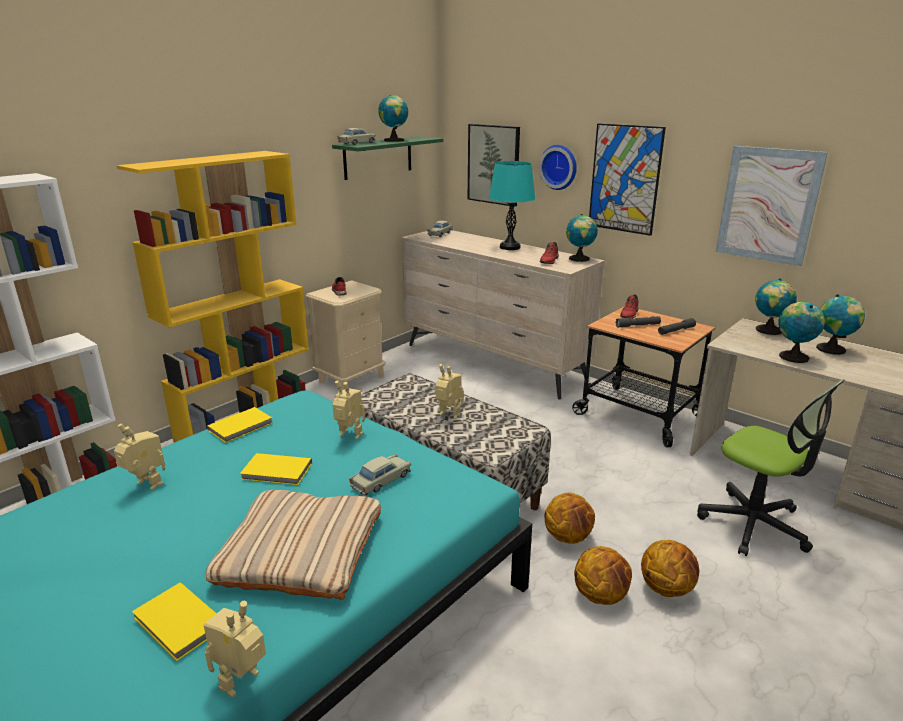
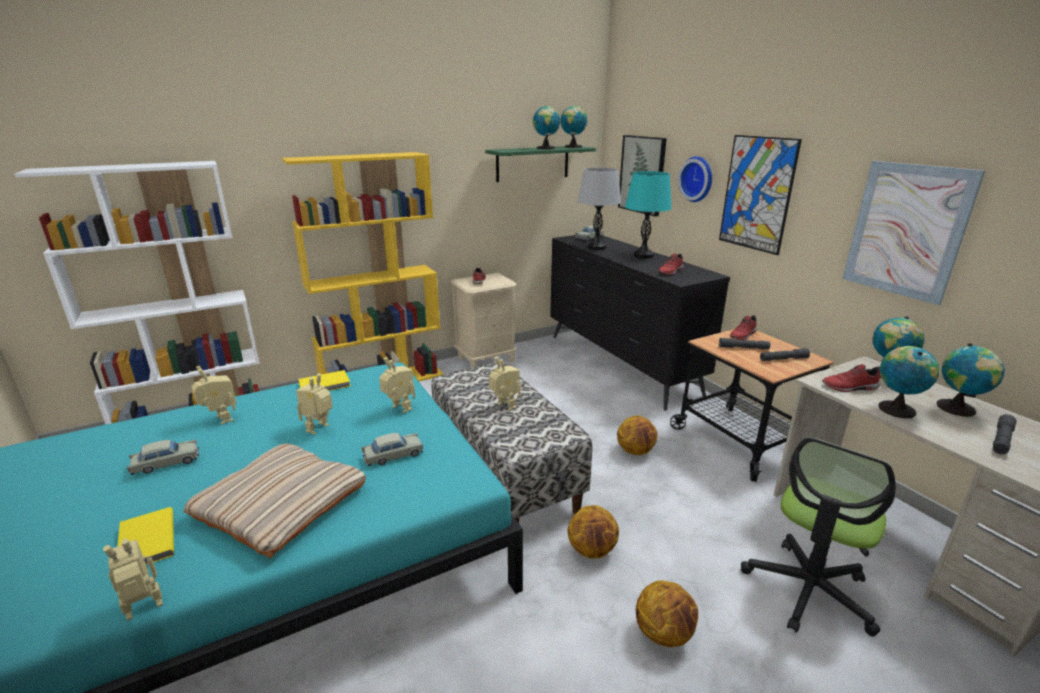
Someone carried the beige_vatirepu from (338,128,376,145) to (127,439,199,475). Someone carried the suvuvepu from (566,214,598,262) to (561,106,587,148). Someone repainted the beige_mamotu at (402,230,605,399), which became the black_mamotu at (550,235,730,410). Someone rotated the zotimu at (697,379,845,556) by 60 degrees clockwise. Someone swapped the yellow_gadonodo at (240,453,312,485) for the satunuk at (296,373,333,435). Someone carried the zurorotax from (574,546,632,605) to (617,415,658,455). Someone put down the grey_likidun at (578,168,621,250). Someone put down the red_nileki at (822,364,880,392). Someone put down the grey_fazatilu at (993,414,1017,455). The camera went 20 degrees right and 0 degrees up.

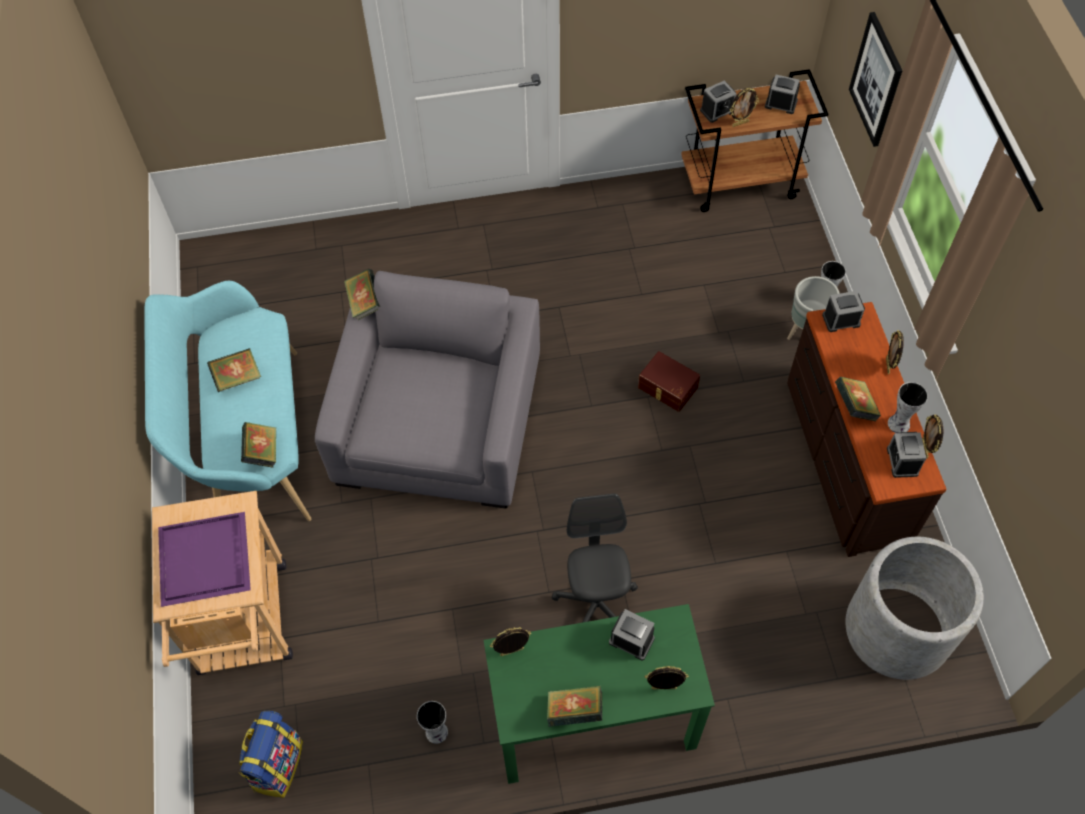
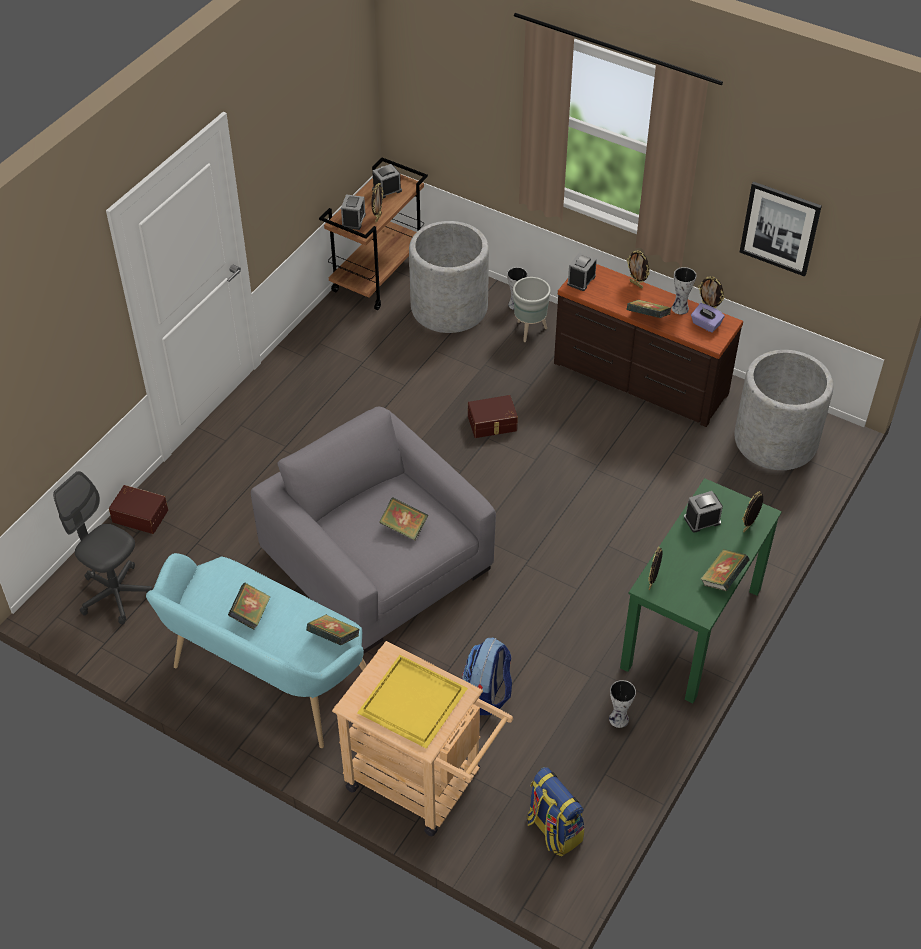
Someone carried the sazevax from (849,12,902,147) to (740,182,822,277). Someone carried the gadonodo from (344,269,380,320) to (379,497,428,541). Someone swapped the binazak at (887,432,926,478) for the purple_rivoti at (691,303,725,333). Someone carried the grey_zotimu from (552,493,638,623) to (53,471,153,624). Someone repainted the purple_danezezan at (158,512,251,607), which became the yellow_danezezan at (357,655,468,749). Someone put down the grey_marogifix at (409,221,489,333). Someone put down the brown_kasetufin at (109,485,168,534). Someone put down the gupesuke at (462,637,512,715). The camera went 50 degrees left and 10 degrees down.

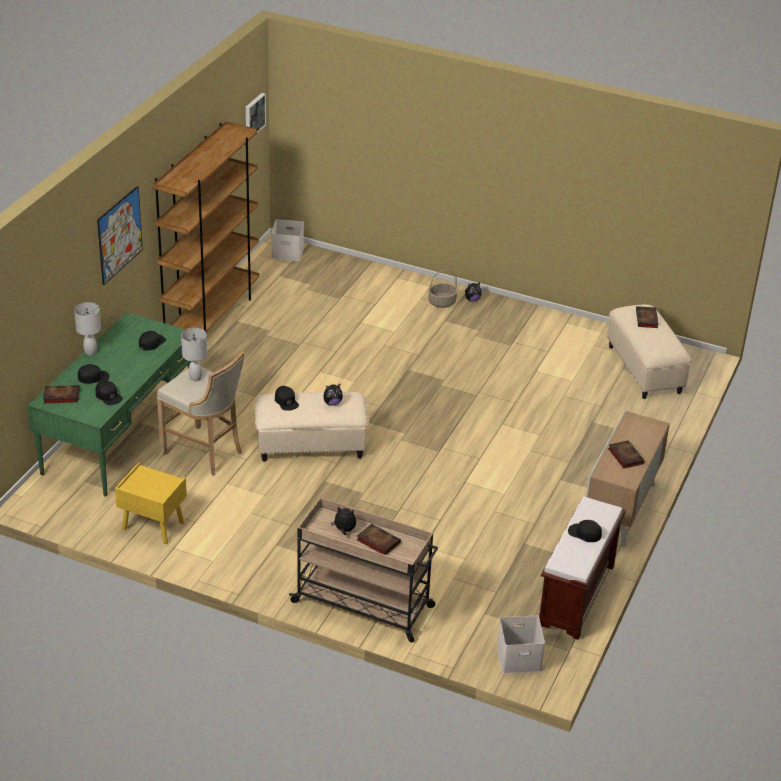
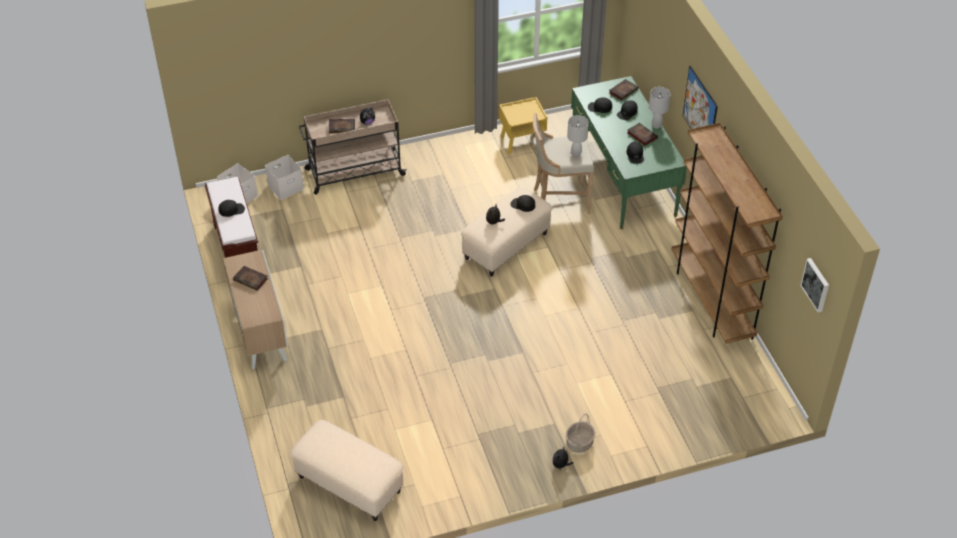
Someone carried the white_kasetufin from (271,219,304,261) to (265,155,304,200). Someone carried the gadonodo from (636,306,659,328) to (627,123,658,146). The camera went 140 degrees right and 10 degrees up.

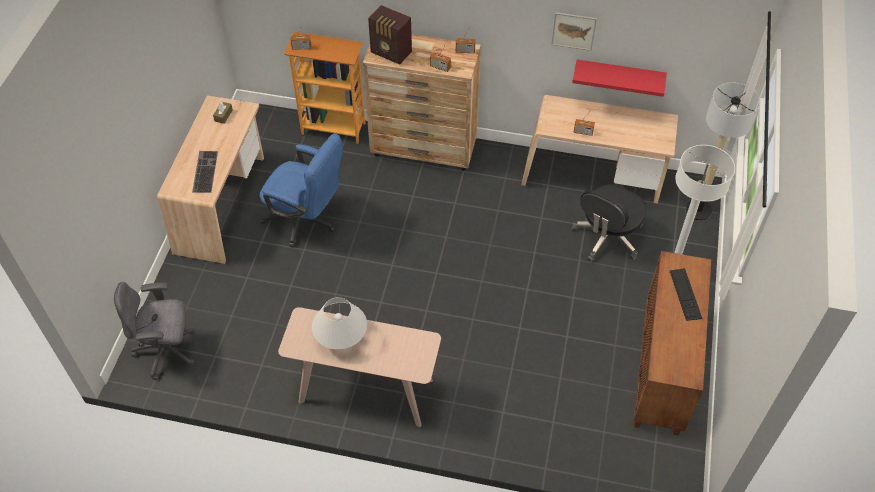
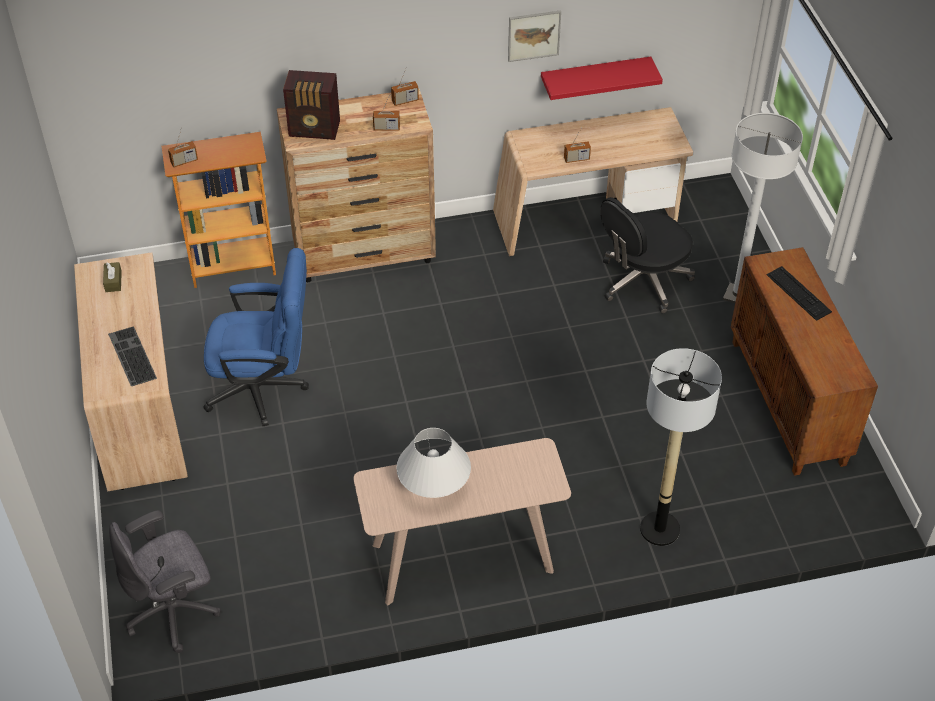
Someone carried the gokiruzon from (685,82,759,221) to (640,348,722,546). Someone rotated the black_zotimu at (572,184,647,262) by 45 degrees clockwise. The camera went 25 degrees left and 5 degrees down.

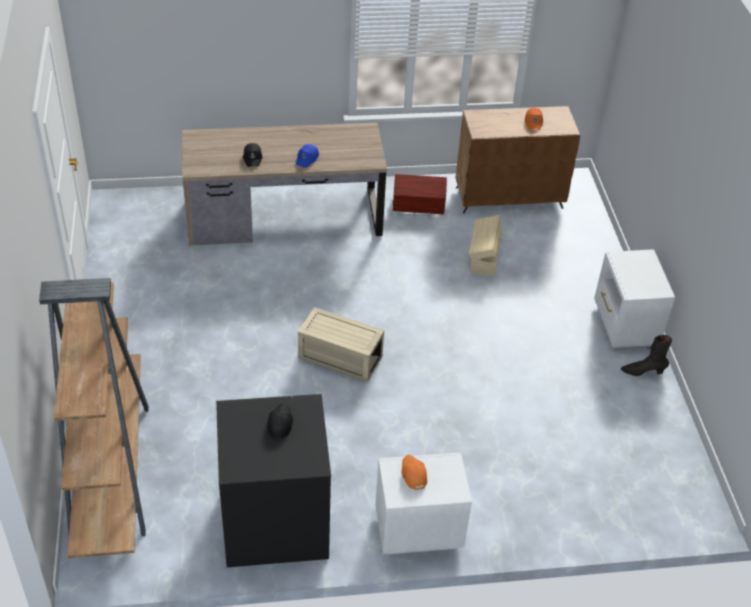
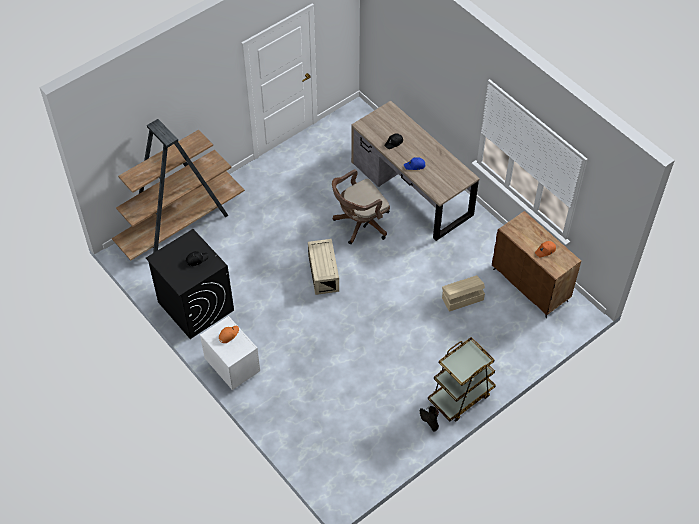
Someone took away the brown_kasetufin at (393,174,447,214). Someone swapped the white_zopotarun at (594,249,675,348) for the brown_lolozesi at (428,337,496,422). Someone put down the brown_zotimu at (332,169,390,244). The camera went 60 degrees right and 10 degrees up.

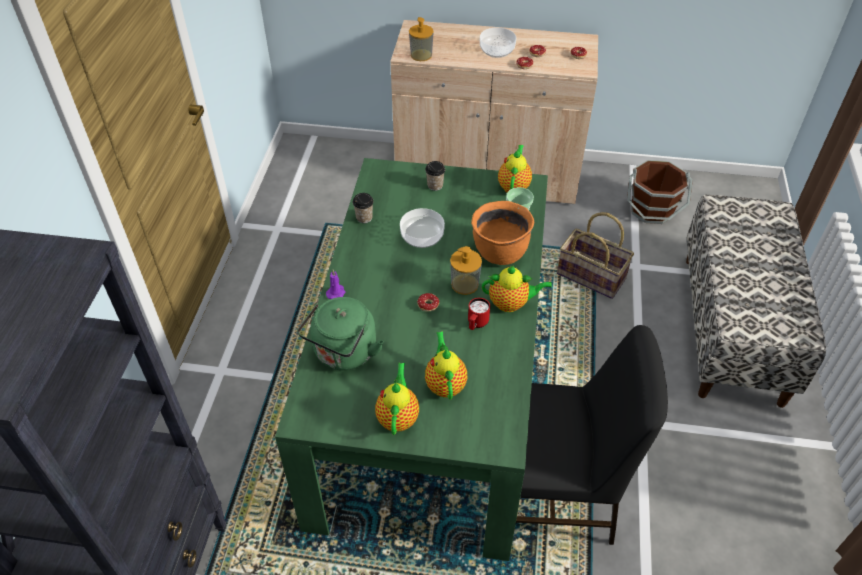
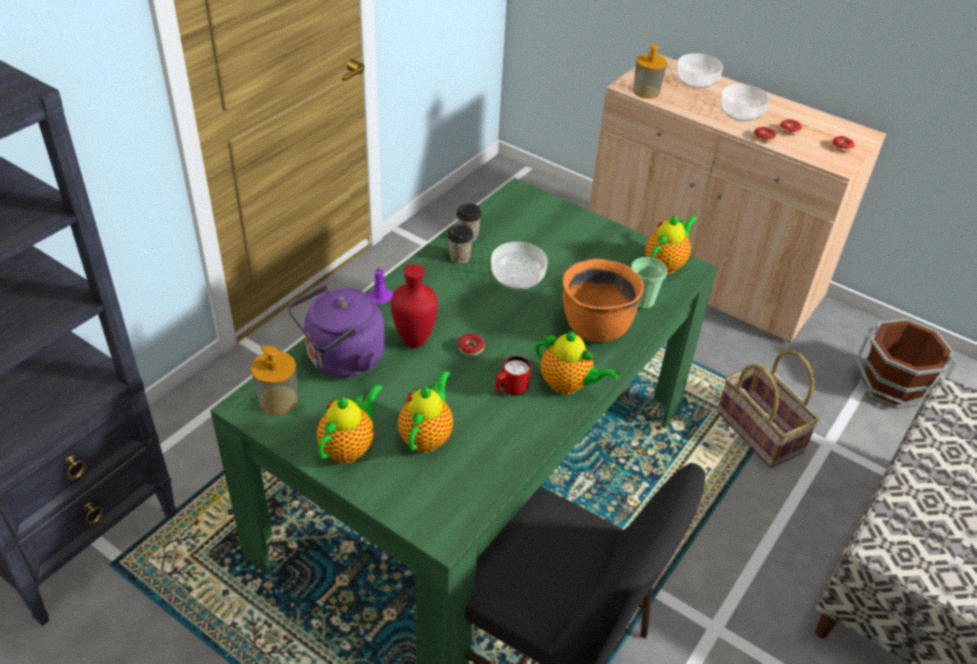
Someone carried the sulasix from (425,161,445,191) to (447,224,474,264). Someone carried the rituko from (450,246,482,295) to (251,346,298,414). Someone repainted the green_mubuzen at (297,297,384,370), which became the purple_mubuzen at (288,285,385,378). Someone put down the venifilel at (677,53,723,89). Someone put down the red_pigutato at (391,264,438,348). The camera went 25 degrees right and 5 degrees down.

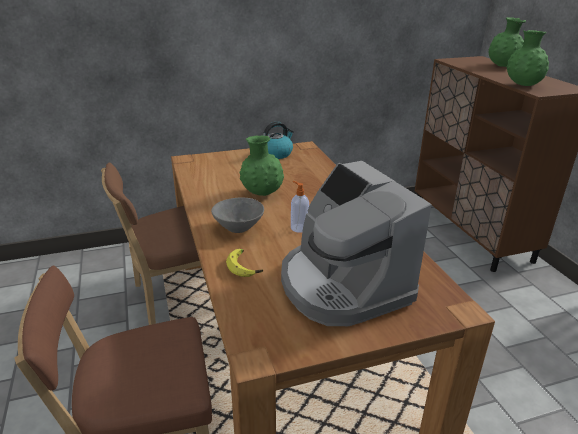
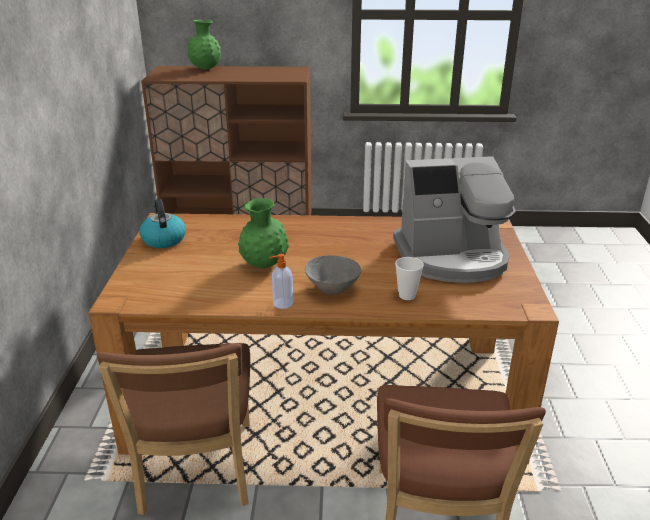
Someone took away the green_pigutato at (507,30,549,86). Someone carried the rituko from (291,181,309,233) to (269,254,293,309). Someone swapped the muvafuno at (226,249,263,277) for the sulasix at (395,257,424,300). The camera went 70 degrees left and 0 degrees up.

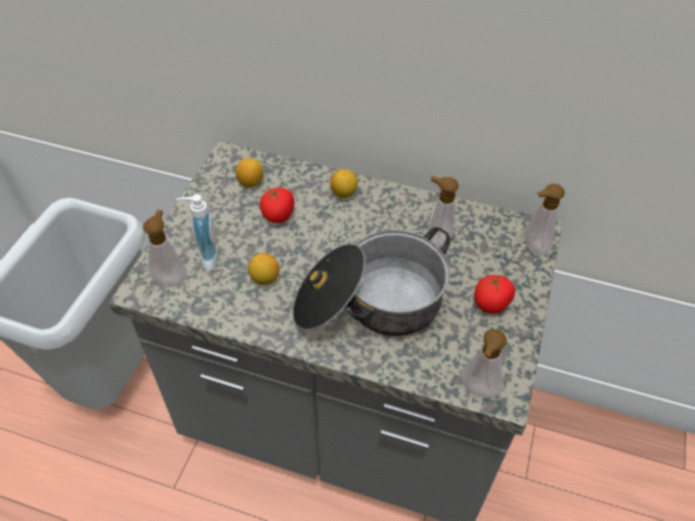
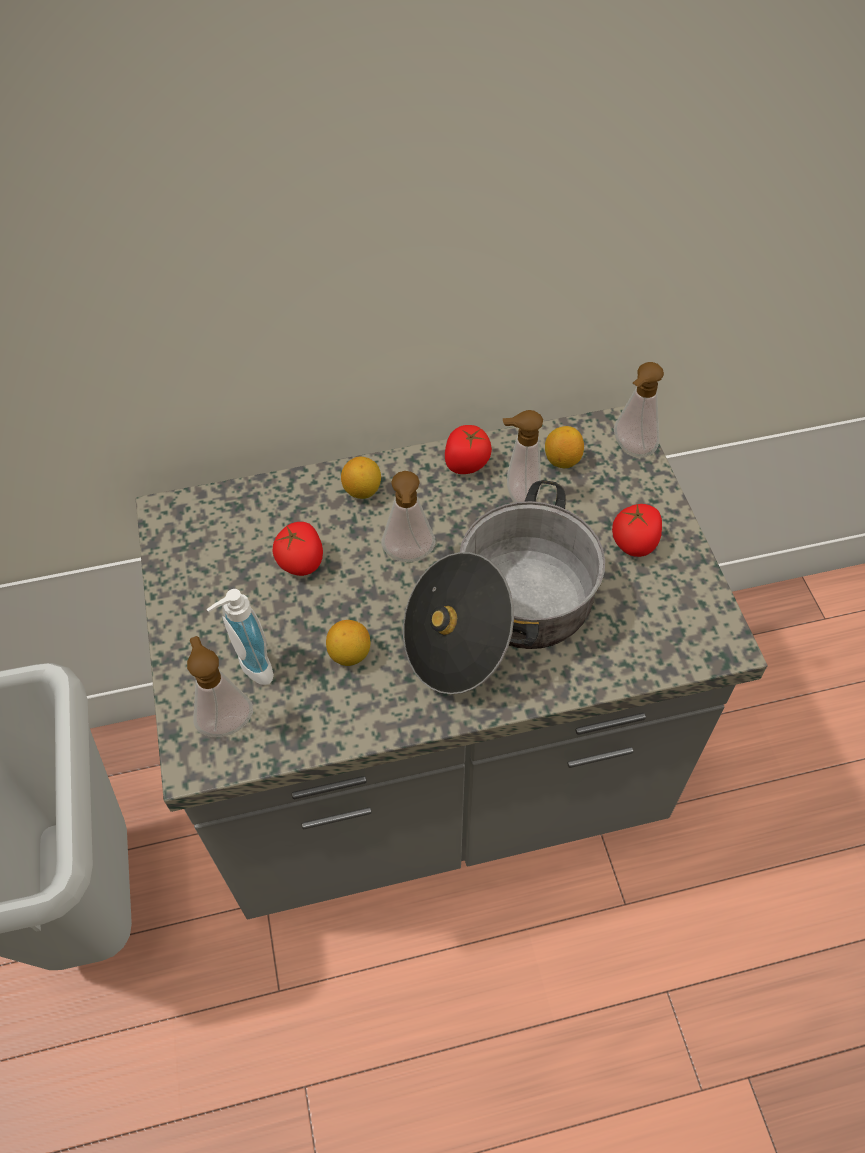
Someone carried the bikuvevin from (236,158,263,187) to (545,426,584,468). Someone carried the rituko from (460,329,507,399) to (382,471,436,562). Someone put down the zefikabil at (445,425,492,474). The camera went 30 degrees left and 5 degrees up.

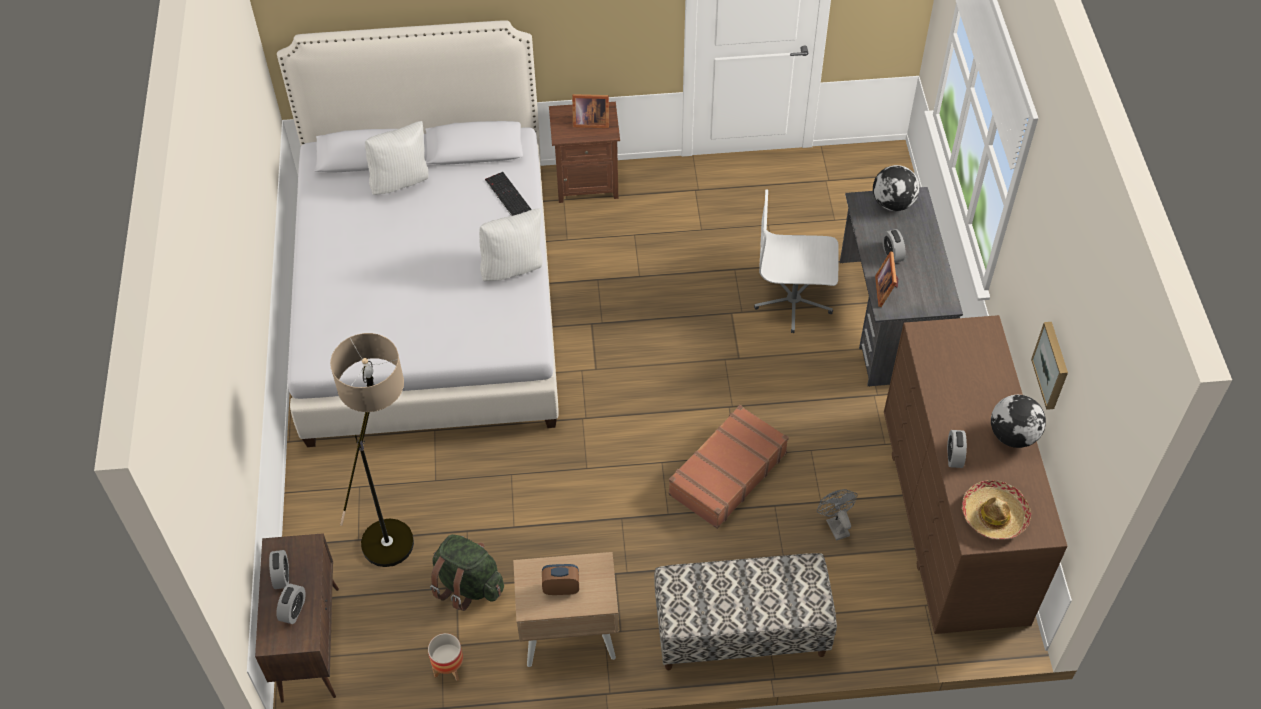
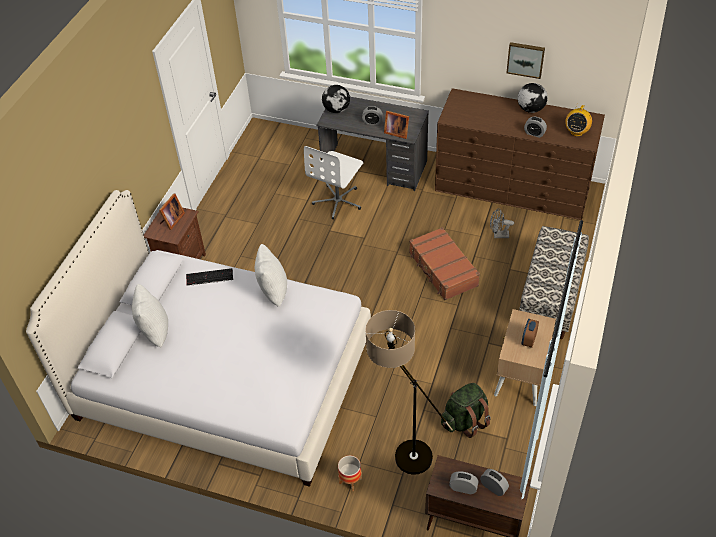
Someone swapped the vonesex at (962,480,1031,539) for the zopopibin at (565,105,592,137). Someone carried the marogifix from (428,633,464,681) to (338,455,362,491). The camera went 65 degrees left and 5 degrees down.

